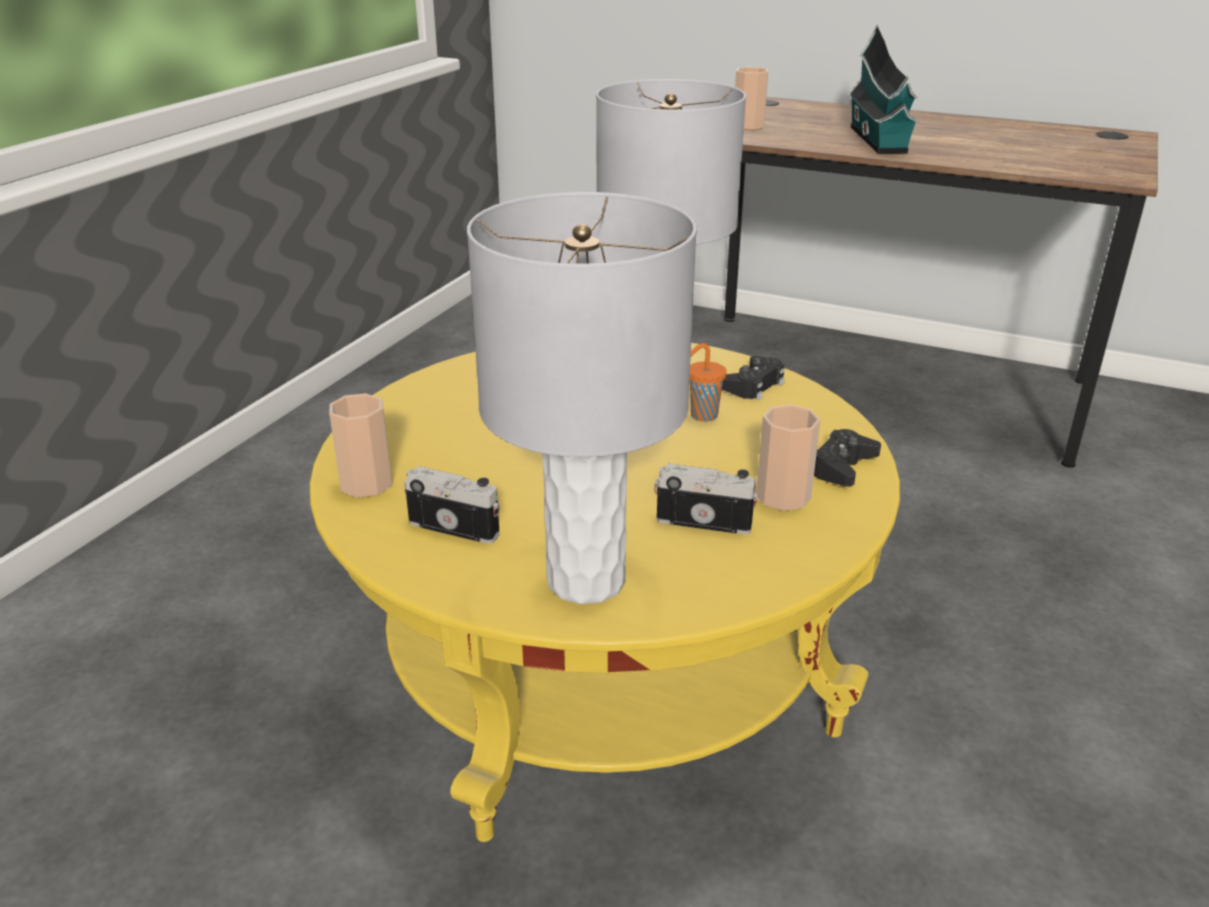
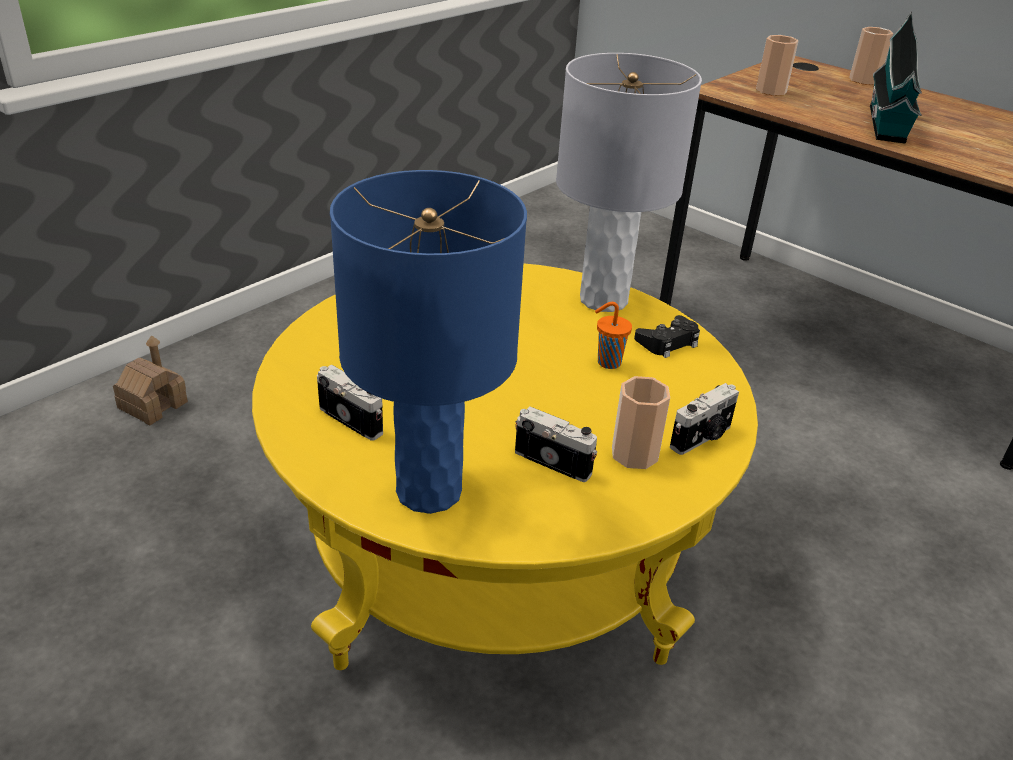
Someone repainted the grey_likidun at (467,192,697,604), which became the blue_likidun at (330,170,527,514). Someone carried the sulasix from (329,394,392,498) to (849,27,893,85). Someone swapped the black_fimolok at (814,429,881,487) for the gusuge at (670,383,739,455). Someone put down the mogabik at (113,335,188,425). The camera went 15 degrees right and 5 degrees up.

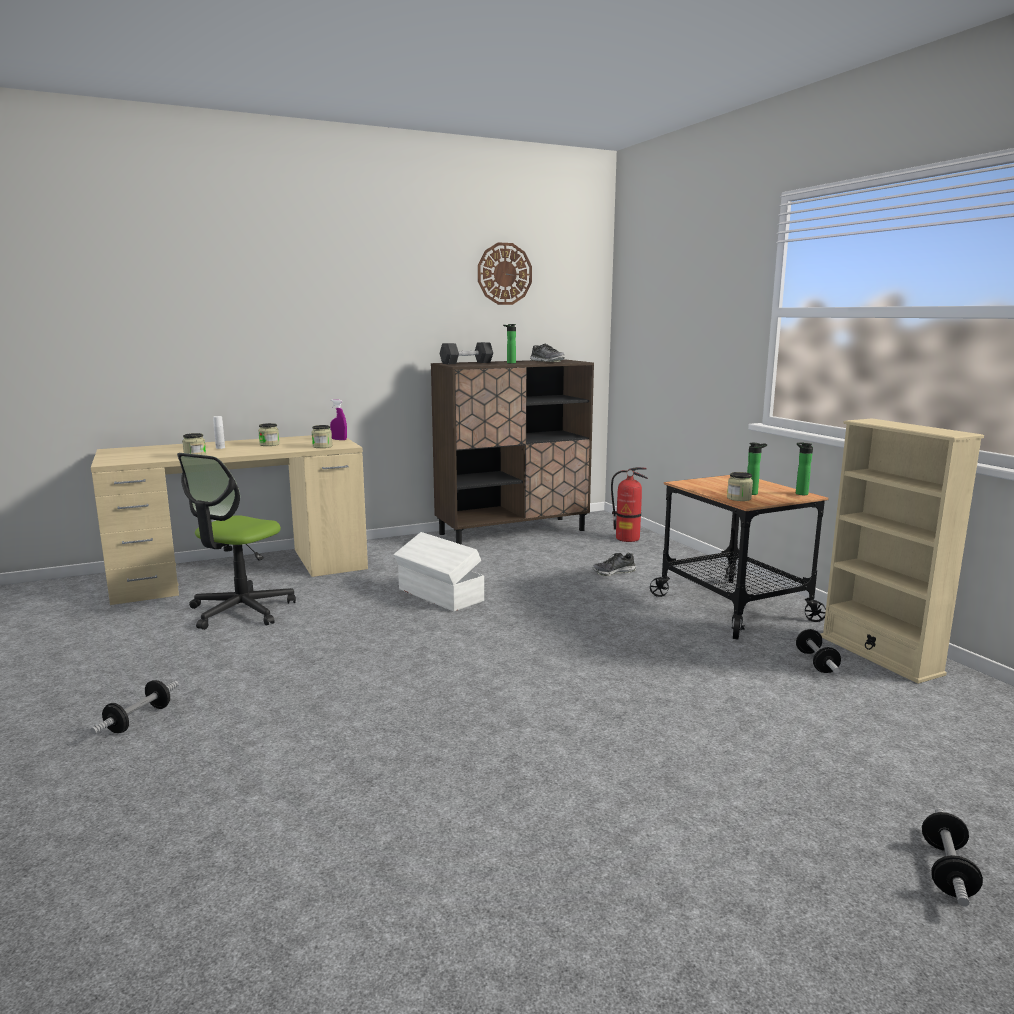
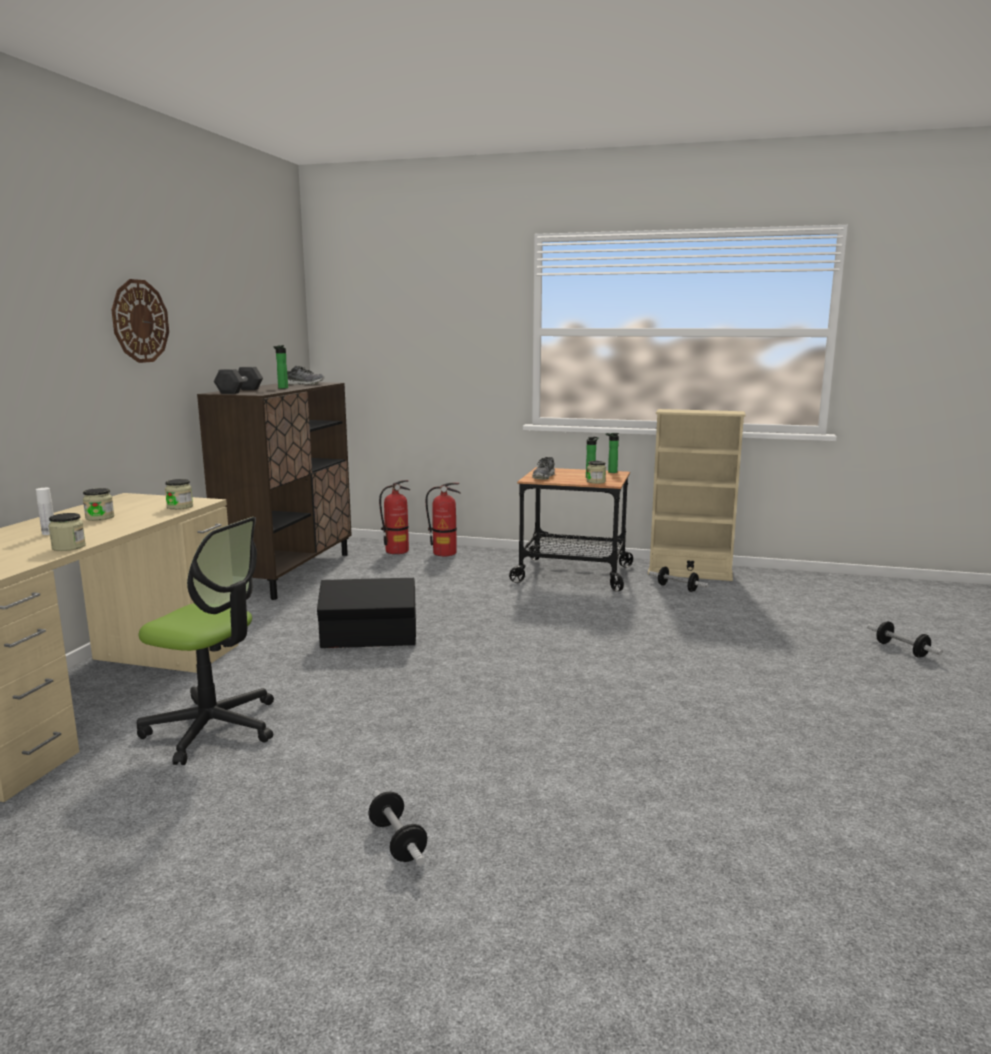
Someone carried the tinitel from (478,242,532,305) to (111,279,169,363). Someone took away the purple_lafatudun at (330,399,347,440). Someone rotated the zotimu at (177,453,296,630) by 45 degrees counterclockwise. Someone repainted the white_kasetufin at (393,532,484,612), which became the black_kasetufin at (317,578,416,648). Someone carried the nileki from (593,553,636,576) to (532,457,555,479). Someone put down the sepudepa at (426,483,461,556). The camera went 50 degrees left and 0 degrees up.

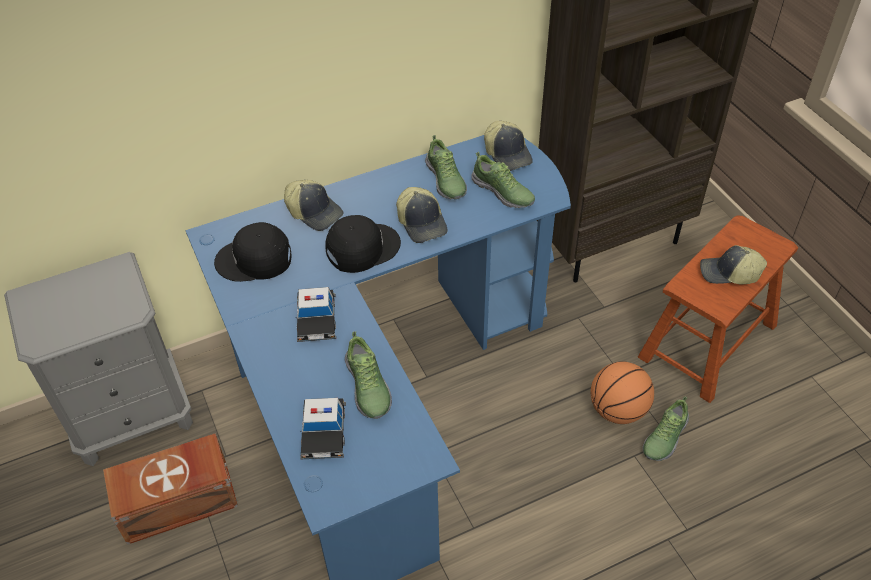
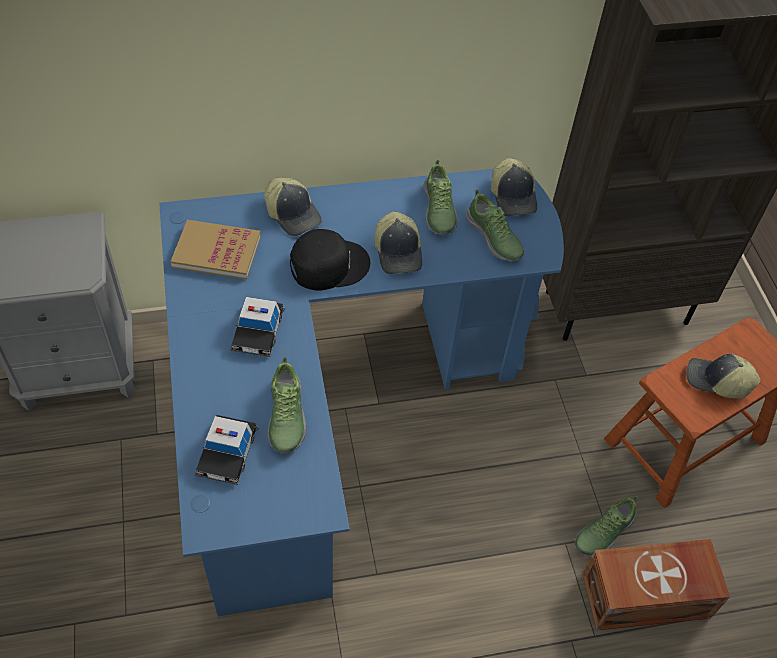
Someone swapped the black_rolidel at (214,222,291,282) for the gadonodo at (171,220,261,280). Someone took away the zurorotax at (591,361,654,424). Someone carried the brown_kasetufin from (103,433,238,545) to (582,539,730,630). The camera went 10 degrees right and 5 degrees up.

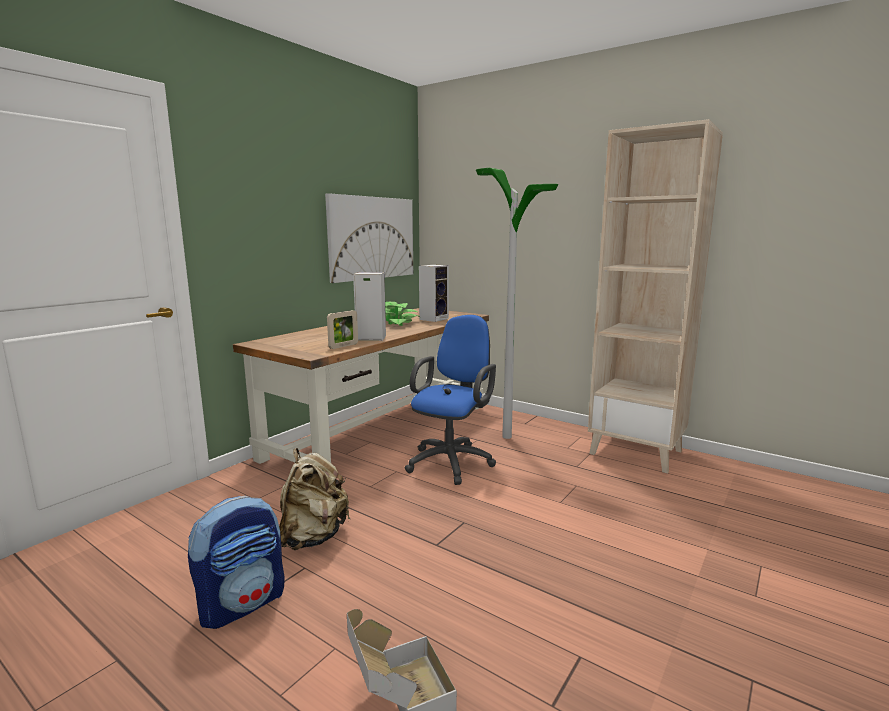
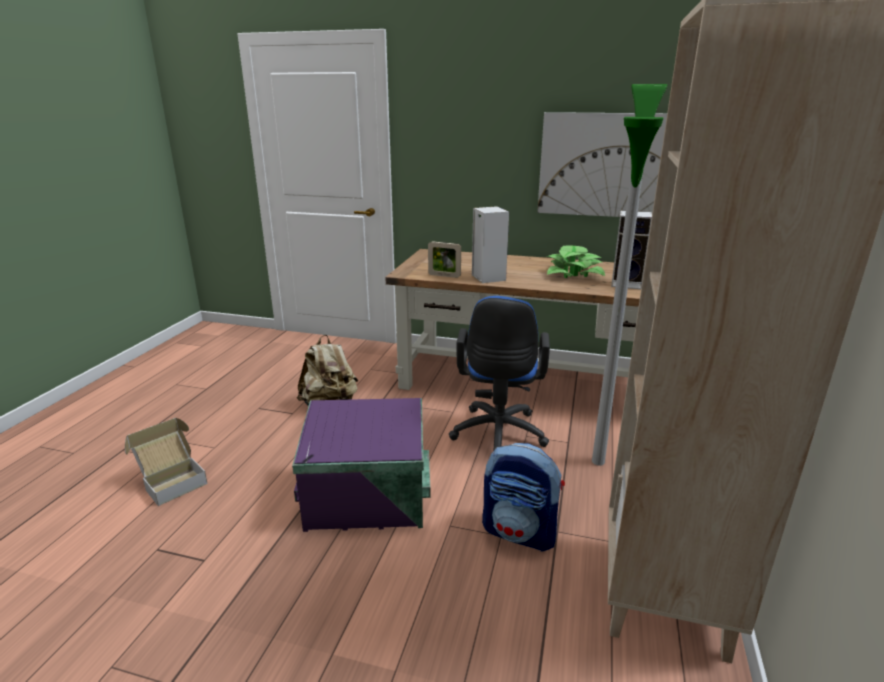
Someone rotated the blue_zotimu at (405,315,496,485) by 90 degrees clockwise. Someone carried the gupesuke from (188,496,284,629) to (482,443,565,552). Someone put down the purple_kasetufin at (292,398,431,532). The camera went 70 degrees right and 10 degrees up.

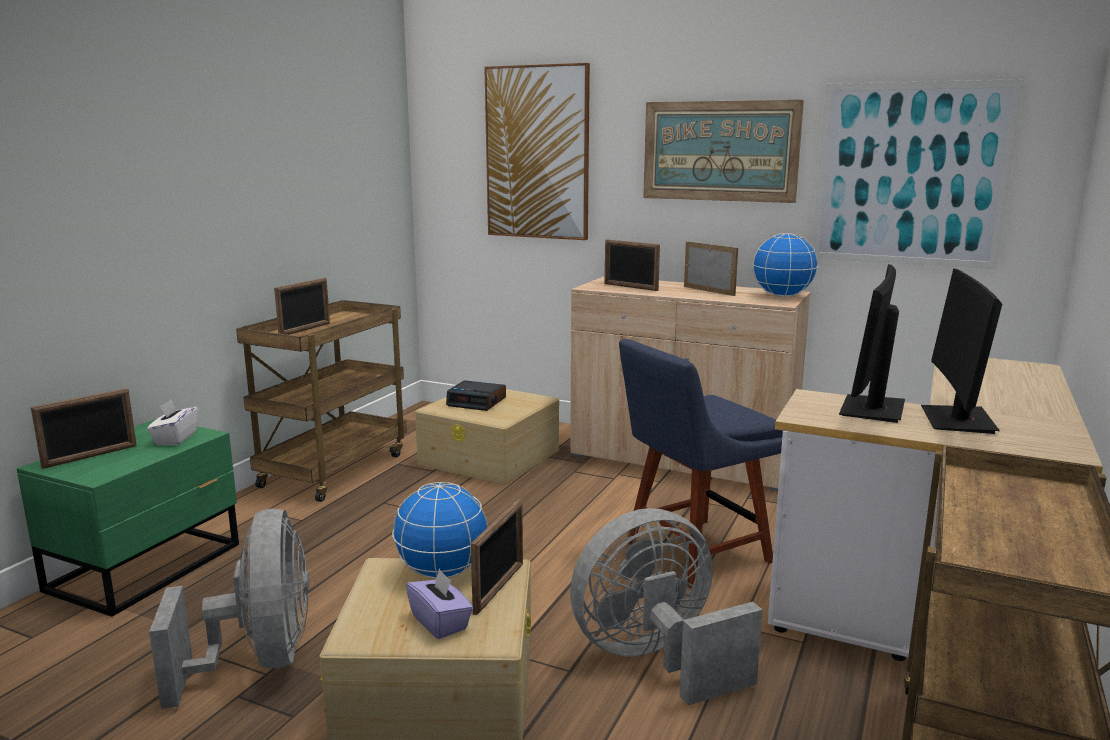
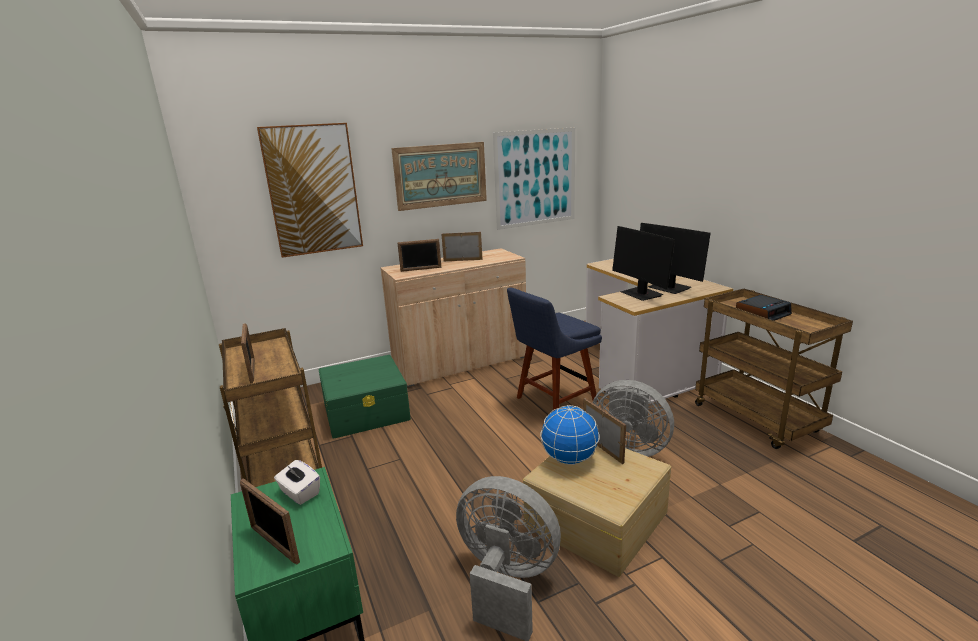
Someone took away the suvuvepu at (753,233,818,297). Someone rotated the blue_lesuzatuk at (619,339,783,589) by 45 degrees clockwise. Someone carried the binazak from (446,380,506,411) to (736,295,792,321). Someone rotated the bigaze at (31,388,137,469) by 135 degrees clockwise. Someone repainted the beige_kasetufin at (415,389,560,485), which became the green_kasetufin at (318,355,411,439). Someone rotated the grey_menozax at (570,508,763,706) by 75 degrees counterclockwise. Someone took away the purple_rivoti at (406,569,473,639). The camera went 50 degrees left and 5 degrees up.

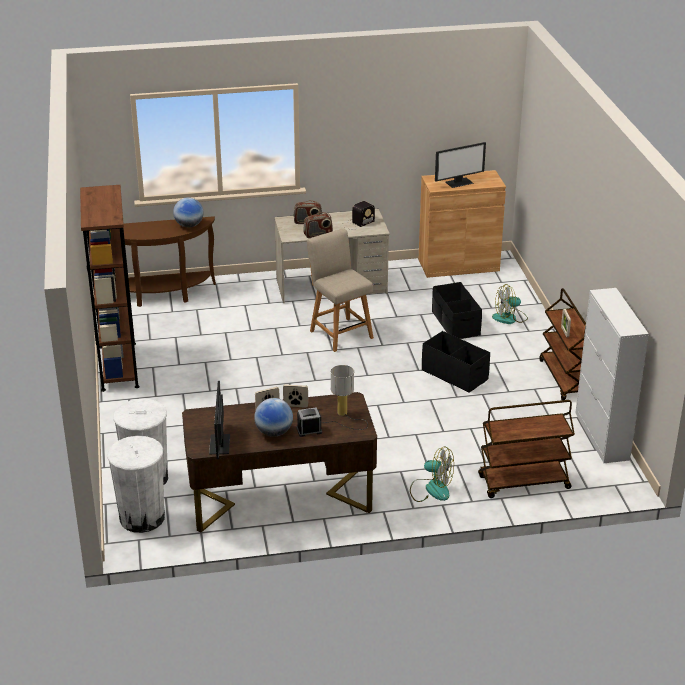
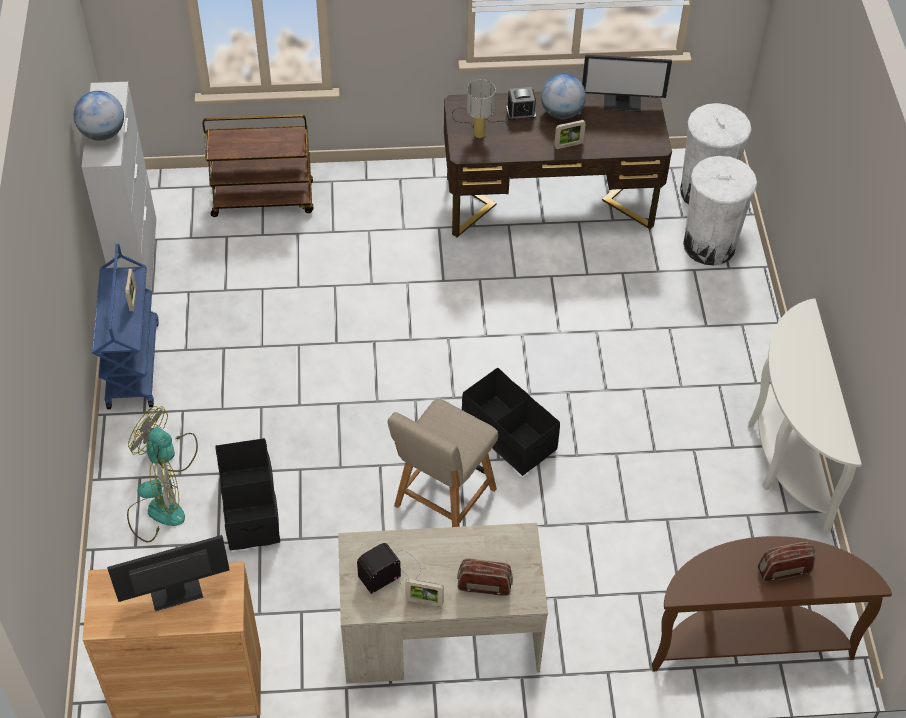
Someone swapped the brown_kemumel at (80,185,140,392) for the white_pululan at (748,299,862,532). Someone carried the suvuvepu from (173,197,203,228) to (74,91,124,141). Someone carried the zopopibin from (303,212,333,238) to (758,542,816,582). Someone rotated the beige_lesuzatuk at (307,228,374,352) by 60 degrees clockwise. Someone repainted the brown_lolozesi at (539,288,586,400), which became the blue_lolozesi at (92,244,159,409). Someone carried the black_kasetufin from (422,331,490,393) to (462,367,560,476). Someone rotated the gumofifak at (209,381,230,459) by 90 degrees clockwise. Someone carried the bigaze from (283,385,308,408) to (405,579,444,607). Someone carried the menozax from (410,446,454,502) to (128,406,198,472). The camera went 175 degrees left and 20 degrees up.

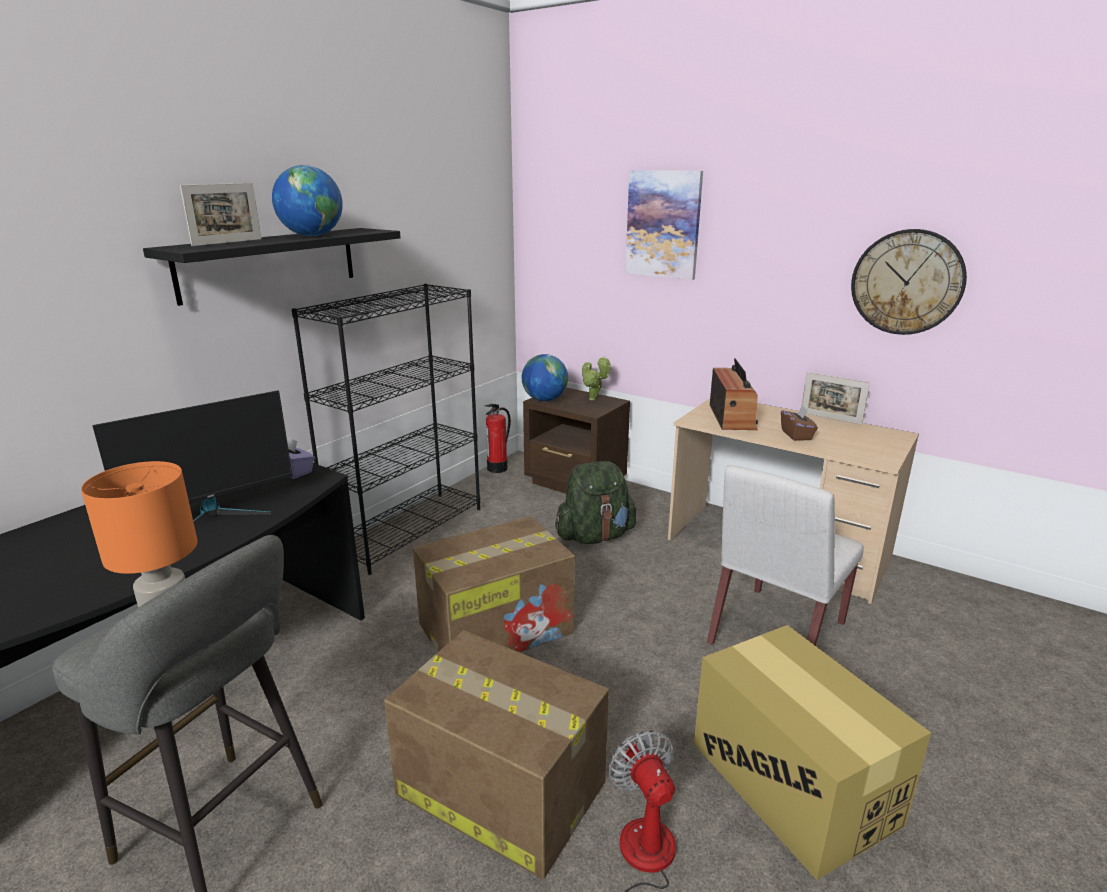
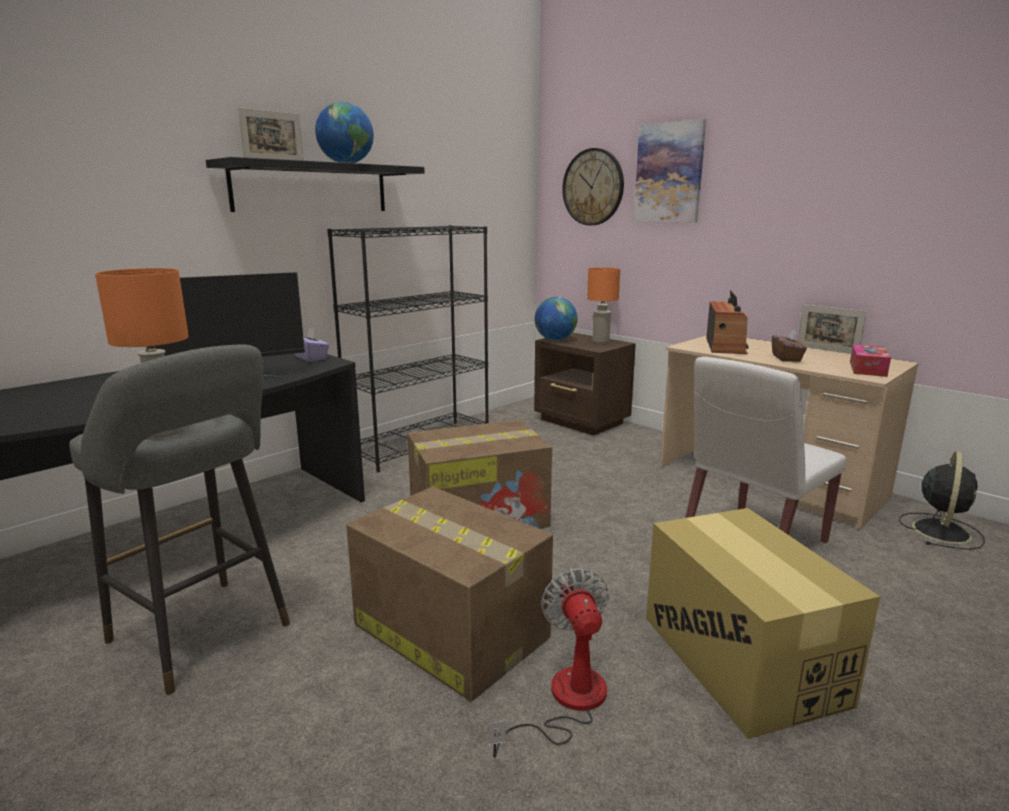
Someone carried the tinitel from (851,229,967,335) to (562,148,624,225). Someone swapped the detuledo at (582,356,611,400) for the orange_likidun at (587,268,620,343). Someone took away the sepudepa at (485,404,511,473). Someone took away the green_gupesuke at (555,461,637,544). Someone put down the rivoti at (850,344,891,377). Someone put down the black_menozax at (899,451,985,550). The camera went 10 degrees right and 5 degrees down.

